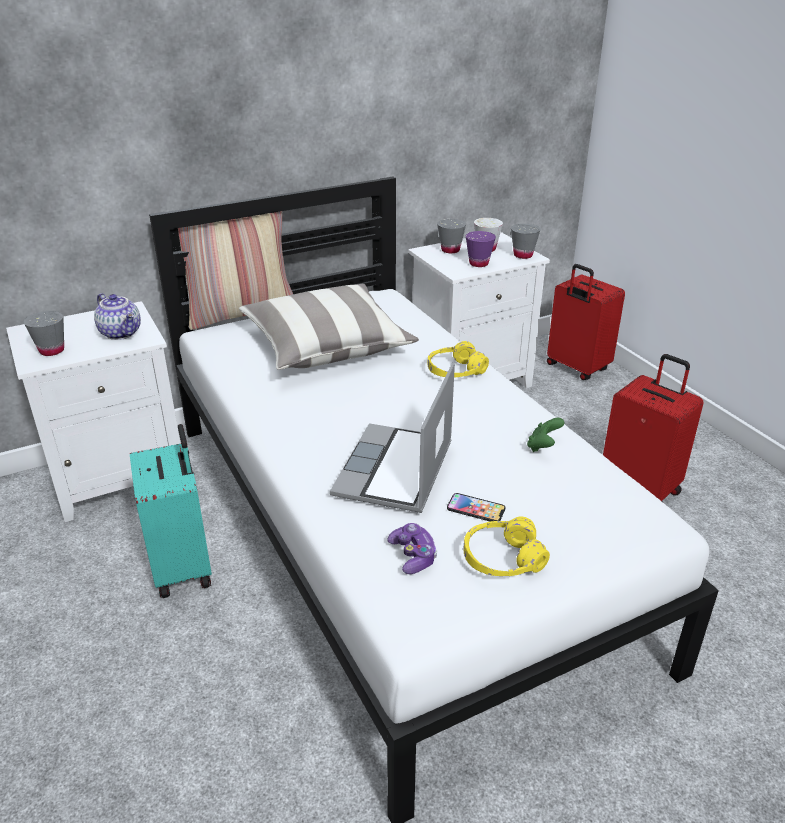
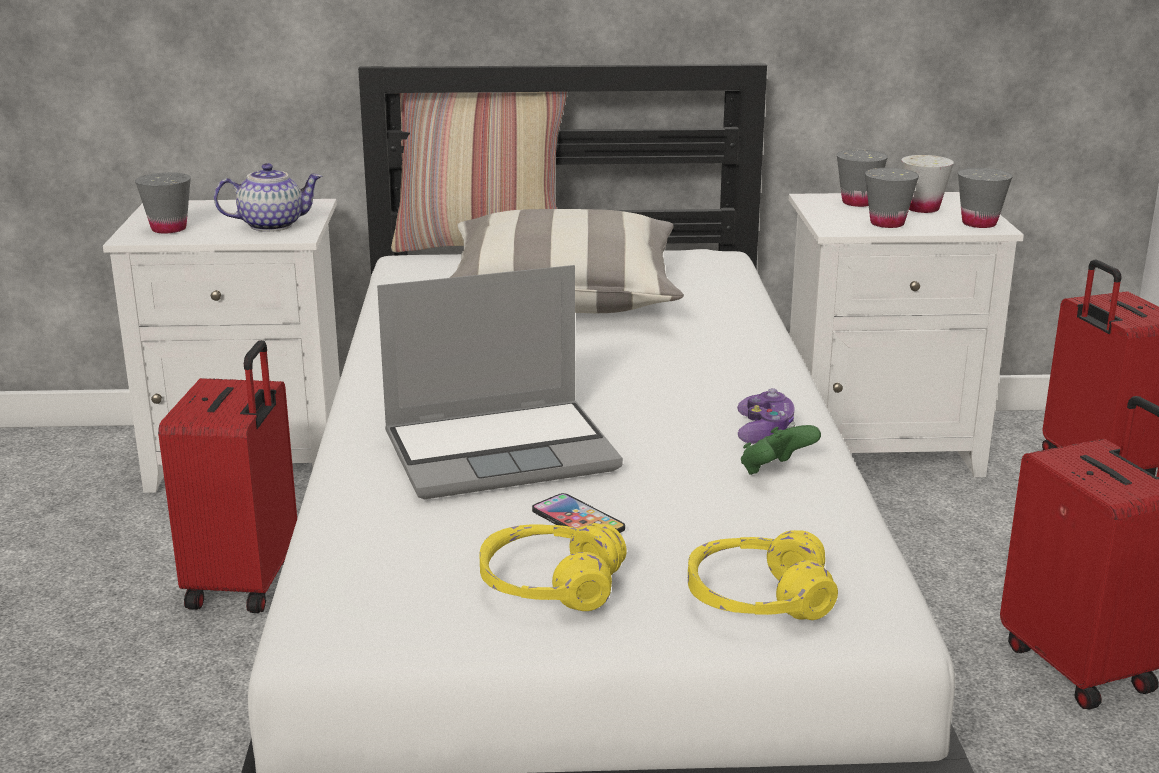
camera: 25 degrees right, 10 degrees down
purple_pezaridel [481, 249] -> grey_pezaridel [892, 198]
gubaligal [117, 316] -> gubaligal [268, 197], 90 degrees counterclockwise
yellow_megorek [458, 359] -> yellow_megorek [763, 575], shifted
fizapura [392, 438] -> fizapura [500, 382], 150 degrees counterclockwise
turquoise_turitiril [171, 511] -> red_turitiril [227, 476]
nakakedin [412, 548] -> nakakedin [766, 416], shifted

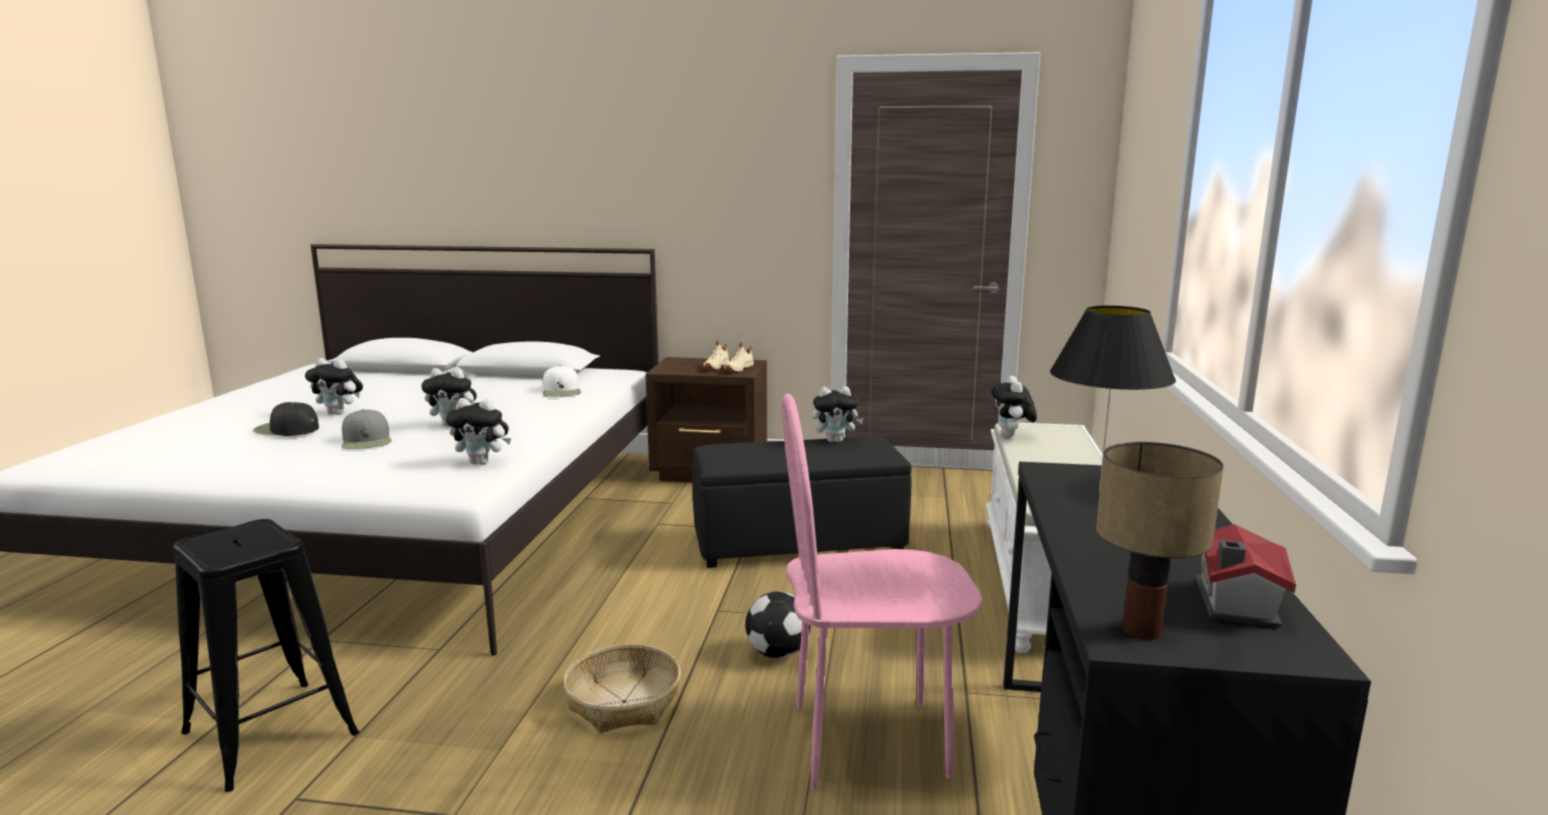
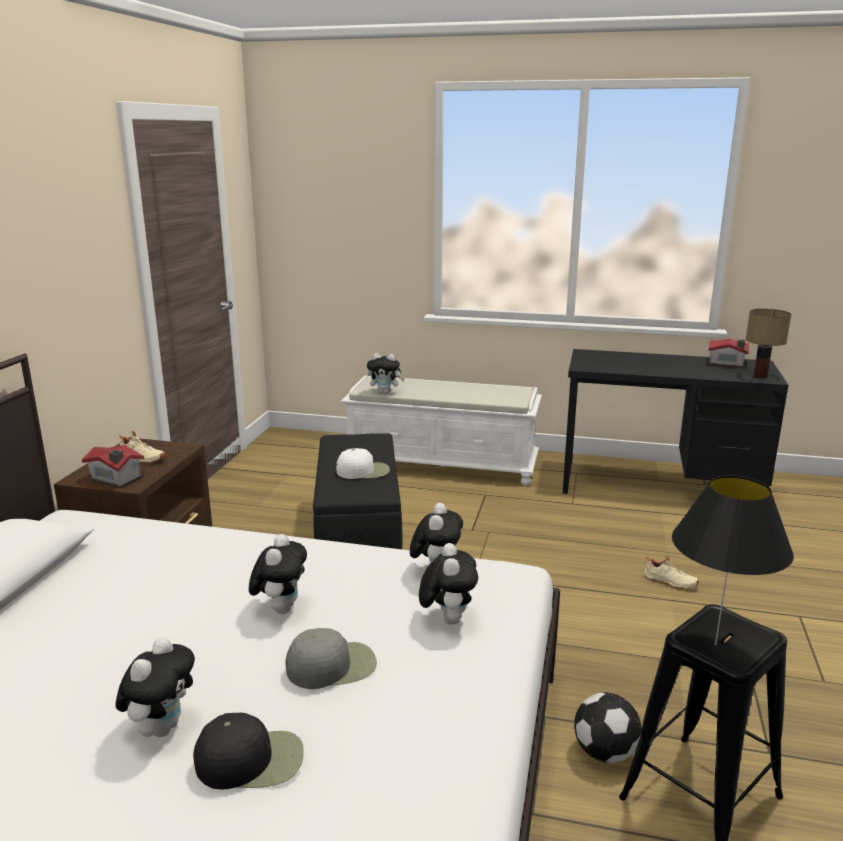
camera: 85 degrees left, 5 degrees up
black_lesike [1113, 398] -> black_lesike [733, 560], shifted
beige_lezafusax [739, 357] -> beige_lezafusax [671, 572], shifted
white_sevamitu [562, 381] -> white_sevamitu [363, 463], shifted
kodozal [837, 414] -> kodozal [448, 584], shifted
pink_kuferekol [882, 592] -> none
black_sevamitu [286, 419] -> black_sevamitu [248, 751], 120 degrees counterclockwise
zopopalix [778, 624] -> zopopalix [607, 727], shifted
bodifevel [622, 688] -> none
none -> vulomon [113, 466]

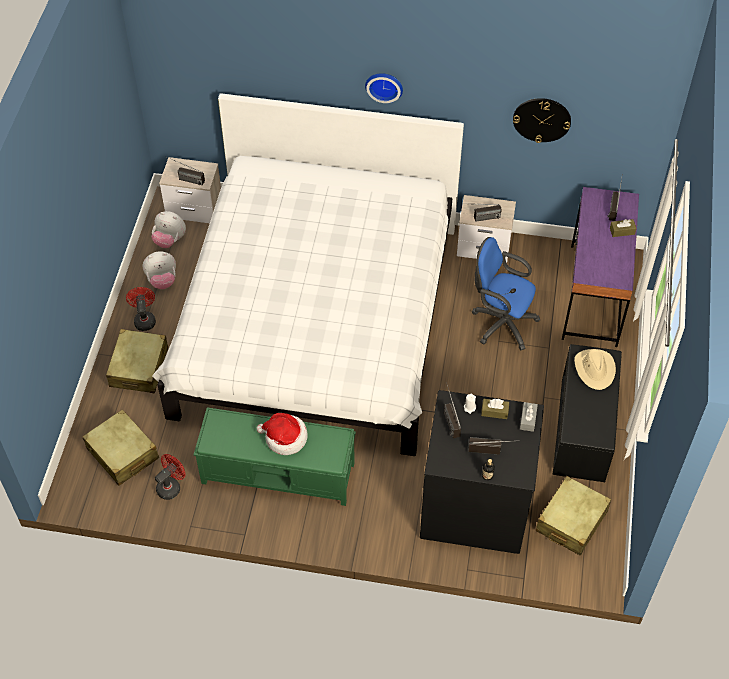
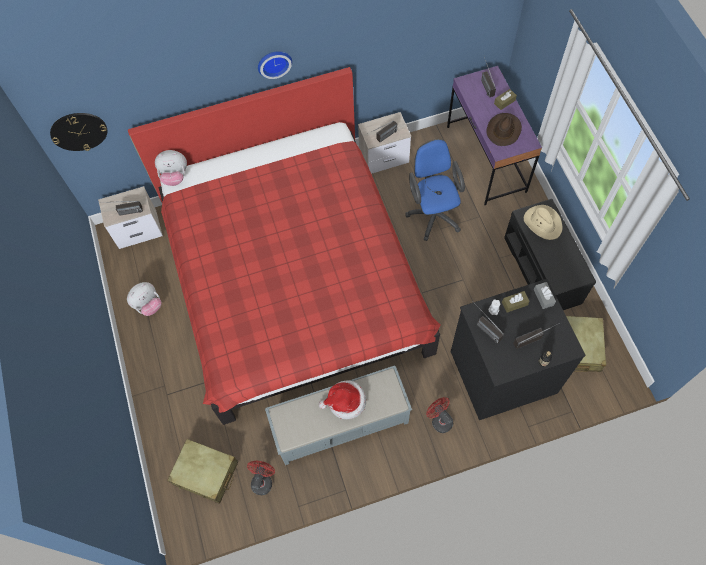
camera: 25 degrees left, 10 degrees up
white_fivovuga [308, 274] -> red_fivovuga [284, 246]
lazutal [542, 120] -> lazutal [78, 132], shifted
kodozal [168, 229] -> kodozal [171, 168], shifted
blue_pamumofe [506, 293] -> blue_pamumofe [435, 190], 75 degrees clockwise
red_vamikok [141, 309] -> red_vamikok [439, 415], shifted
beige_turitiril [137, 361] -> none
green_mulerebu [274, 456] -> grey_mulerebu [338, 415]
none -> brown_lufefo [504, 129]

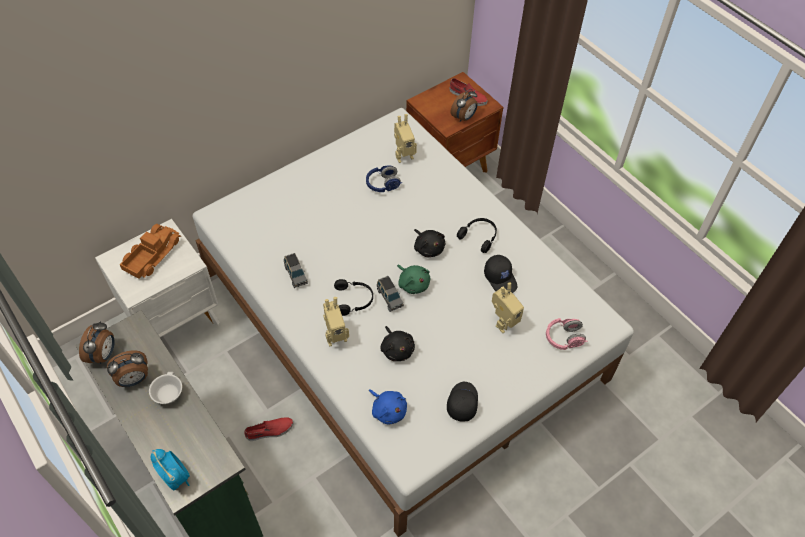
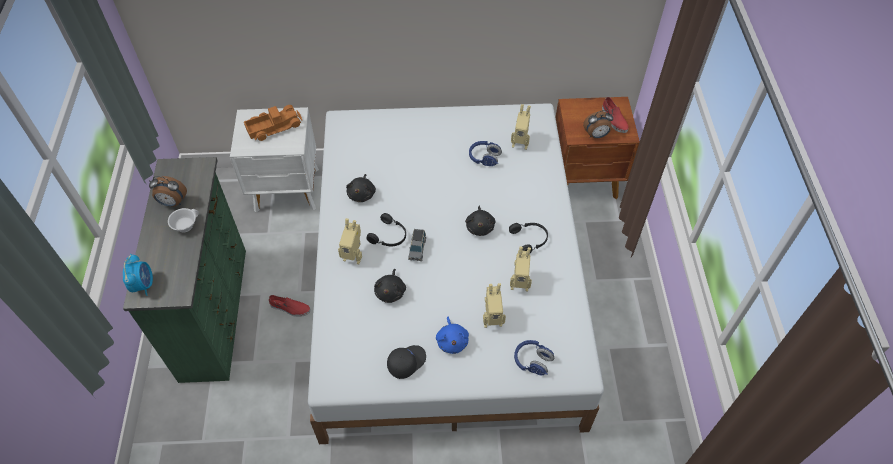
camera: 35 degrees right, 0 degrees up
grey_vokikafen [296, 270] -> black_kodozal [361, 188]
black_sevamitu [500, 274] -> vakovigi [521, 268]
green_kodozal [413, 279] -> none
pink_megorek [567, 334] -> blue_megorek [534, 357]
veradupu [97, 342] -> none
blue_kodozal [388, 407] -> blue_kodozal [452, 335], shifted

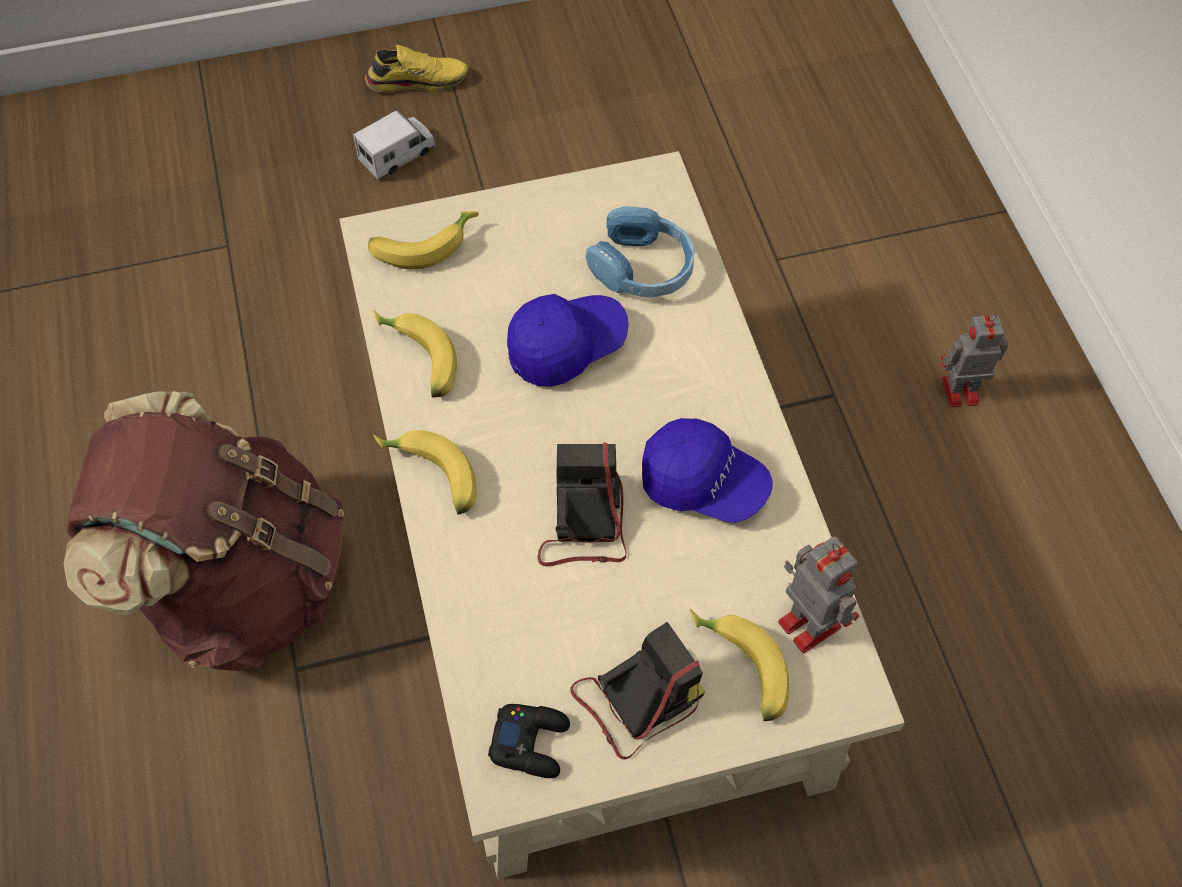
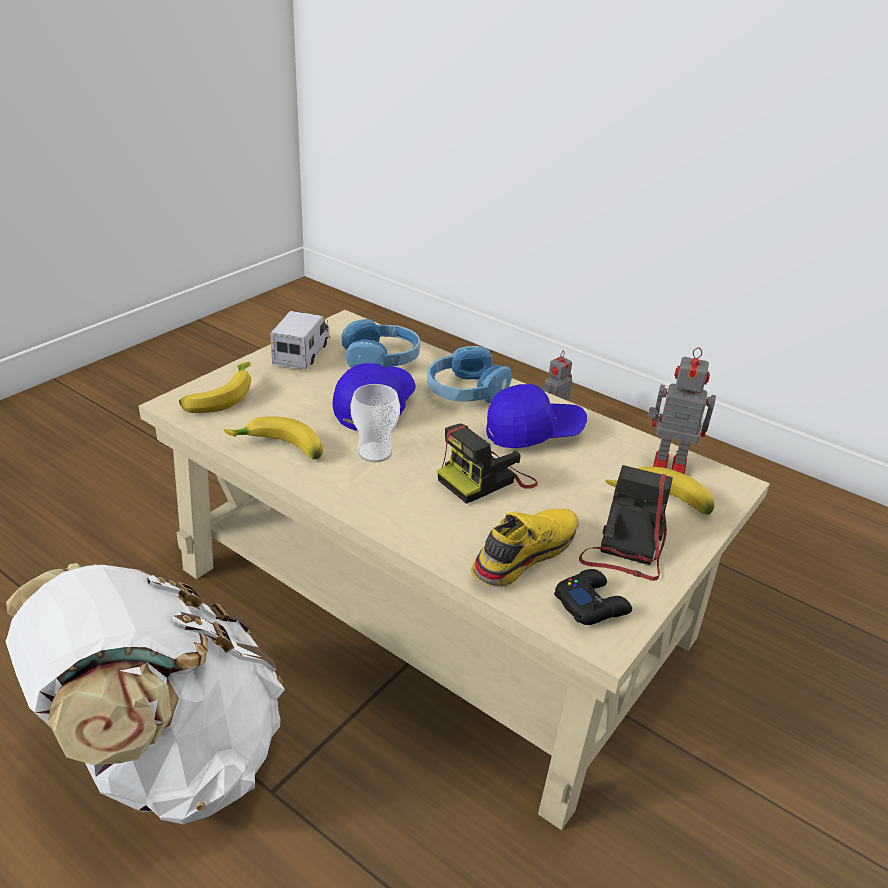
camera: 40 degrees left, 25 degrees down
yellow_lezafusax [416, 68] -> yellow_lezafusax [525, 548], shifted
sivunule [394, 145] -> sivunule [300, 340], shifted
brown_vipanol [204, 531] -> white_vipanol [145, 693]
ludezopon [425, 472] -> none
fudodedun [581, 504] -> fudodedun [487, 464], 90 degrees counterclockwise
none -> blue_megorek [469, 374]
none -> pezaridel [375, 423]

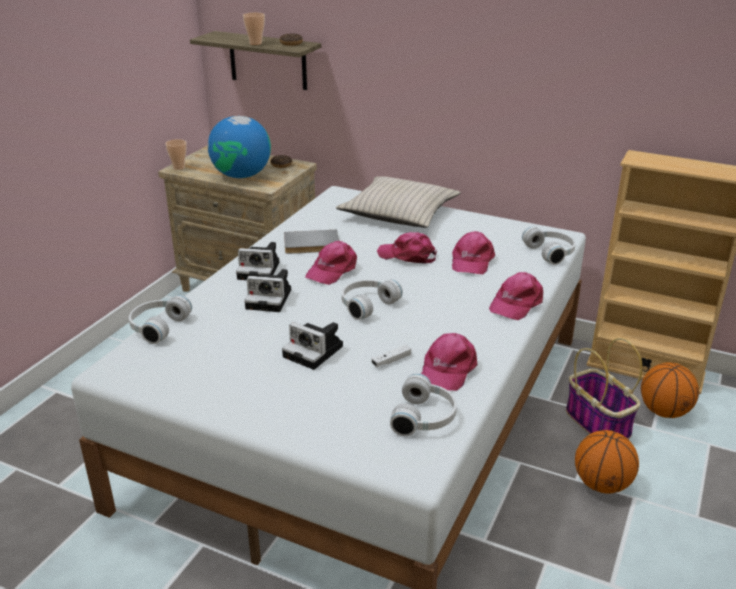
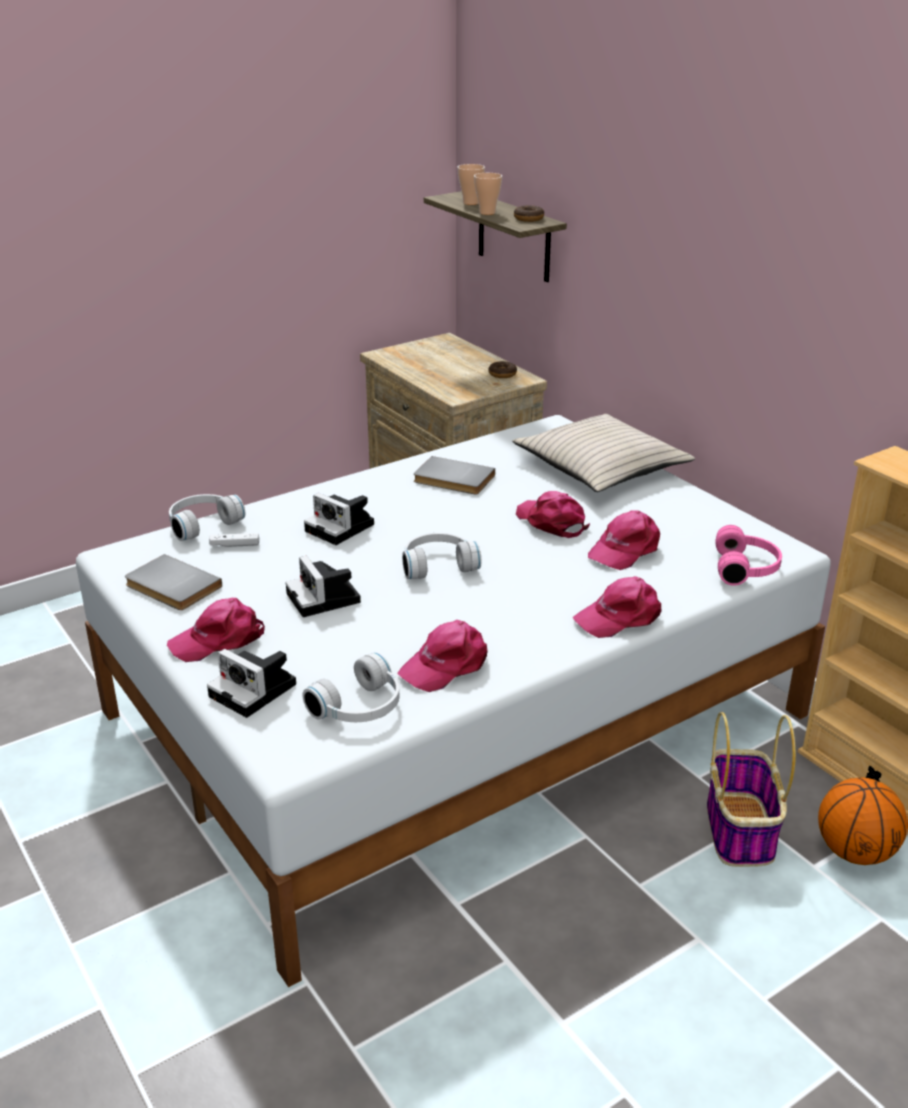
camera: 30 degrees right, 0 degrees up
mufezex [239, 147] -> none
pezaridel [176, 154] -> pezaridel [471, 184], shifted
white_megorek [549, 245] -> pink_megorek [749, 555]
pink_sevamitu [331, 263] -> pink_sevamitu [216, 630], shifted
fudodedun [257, 261] -> fudodedun [251, 683], shifted
white_nakakedin [391, 355] -> white_nakakedin [234, 540], shifted
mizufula [607, 462] -> none
none -> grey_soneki [173, 582]

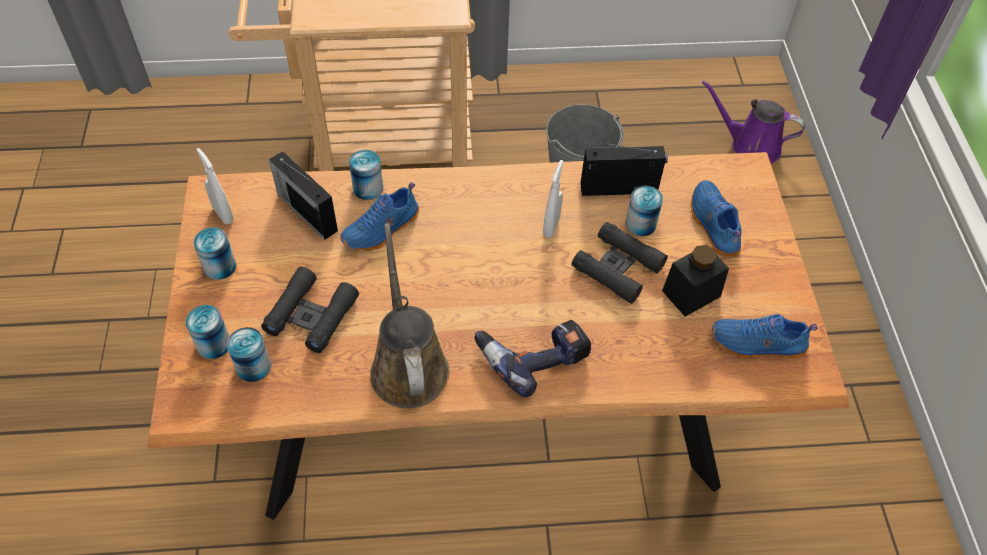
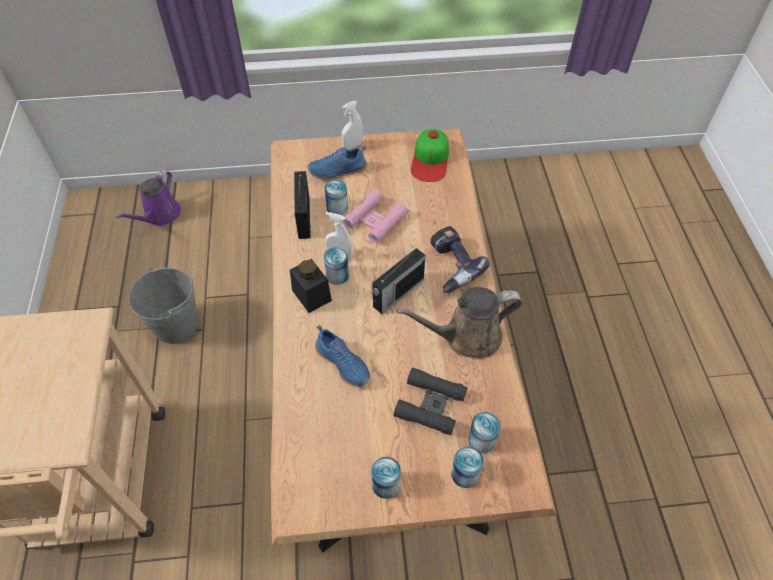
camera: 90 degrees left, 0 degrees up
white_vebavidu [214, 186] -> white_vebavidu [352, 125], shifted
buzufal [366, 175] -> buzufal [336, 266], shifted
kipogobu [303, 195] -> kipogobu [399, 281], shifted
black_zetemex [619, 263] -> pink_zetemex [375, 216]
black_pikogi [695, 281] -> black_pikogi [311, 286], shifted
blue_lezafusax [765, 336] -> sevamitu [430, 155]

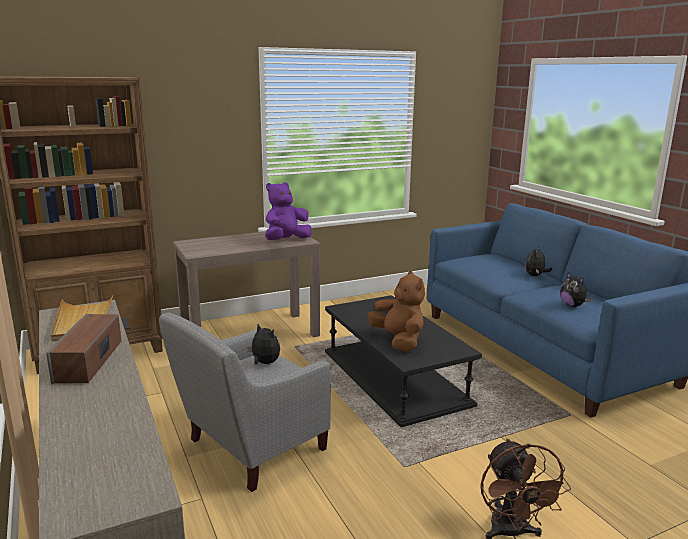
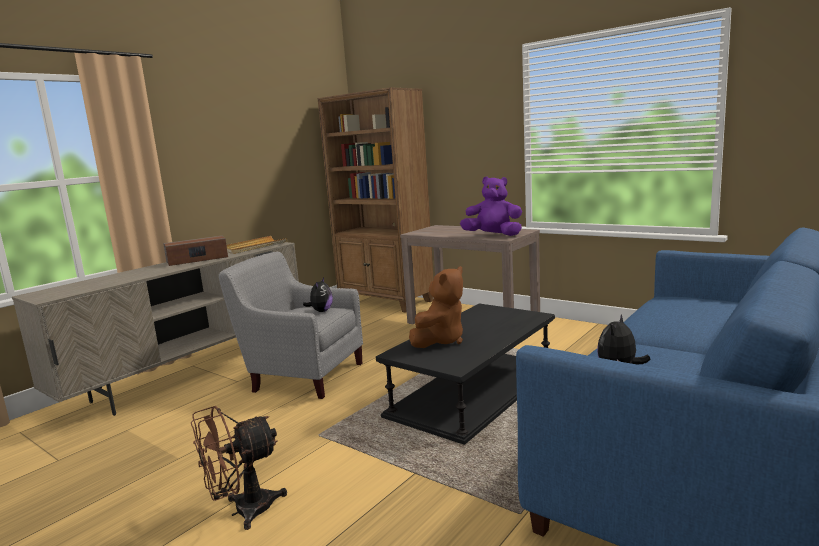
camera: 65 degrees right, 5 degrees down
kodozal [538, 261] -> none

